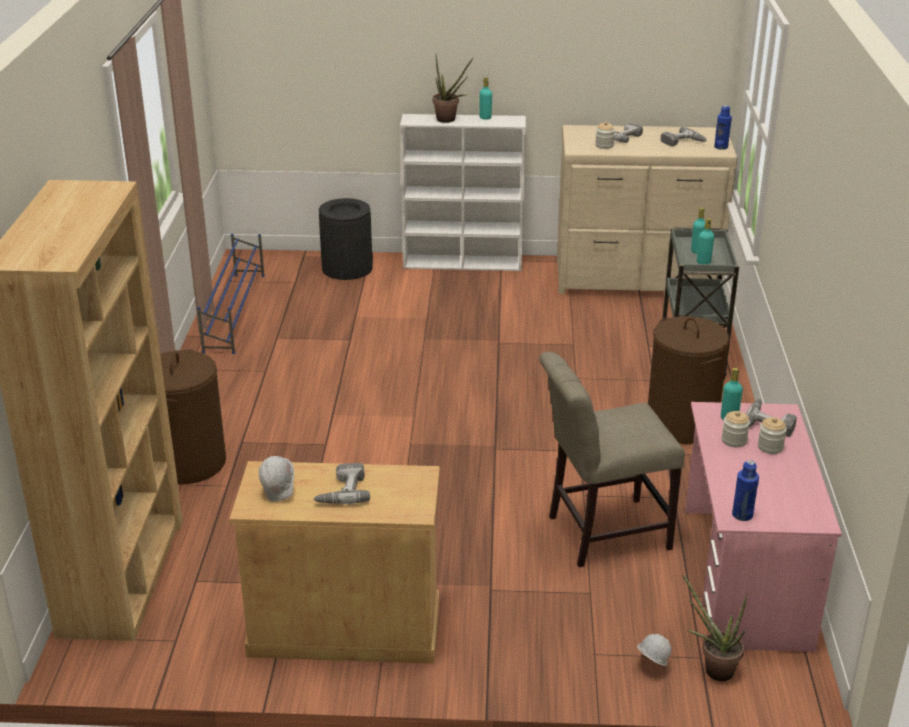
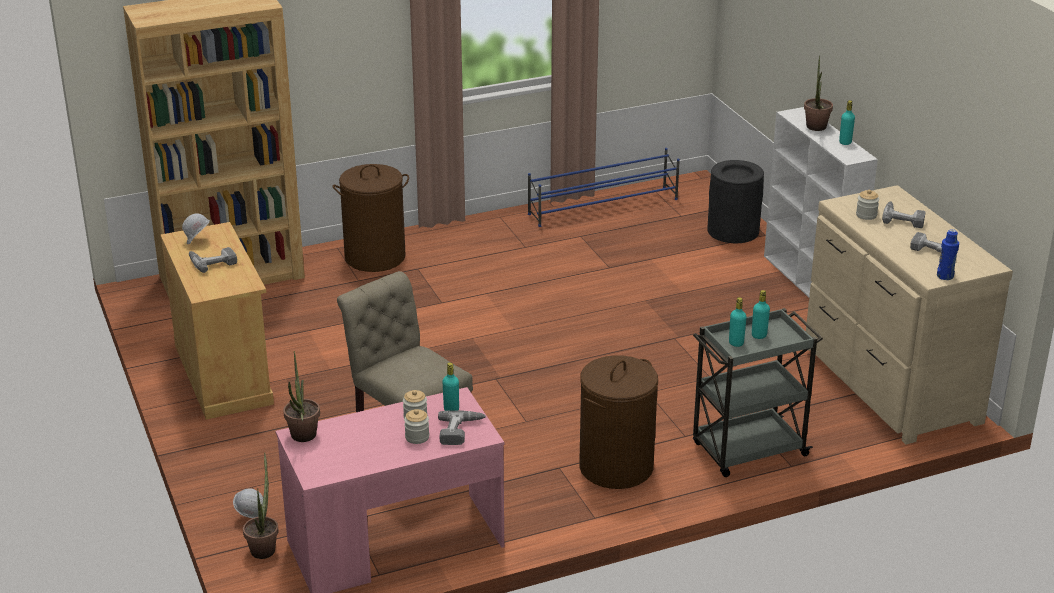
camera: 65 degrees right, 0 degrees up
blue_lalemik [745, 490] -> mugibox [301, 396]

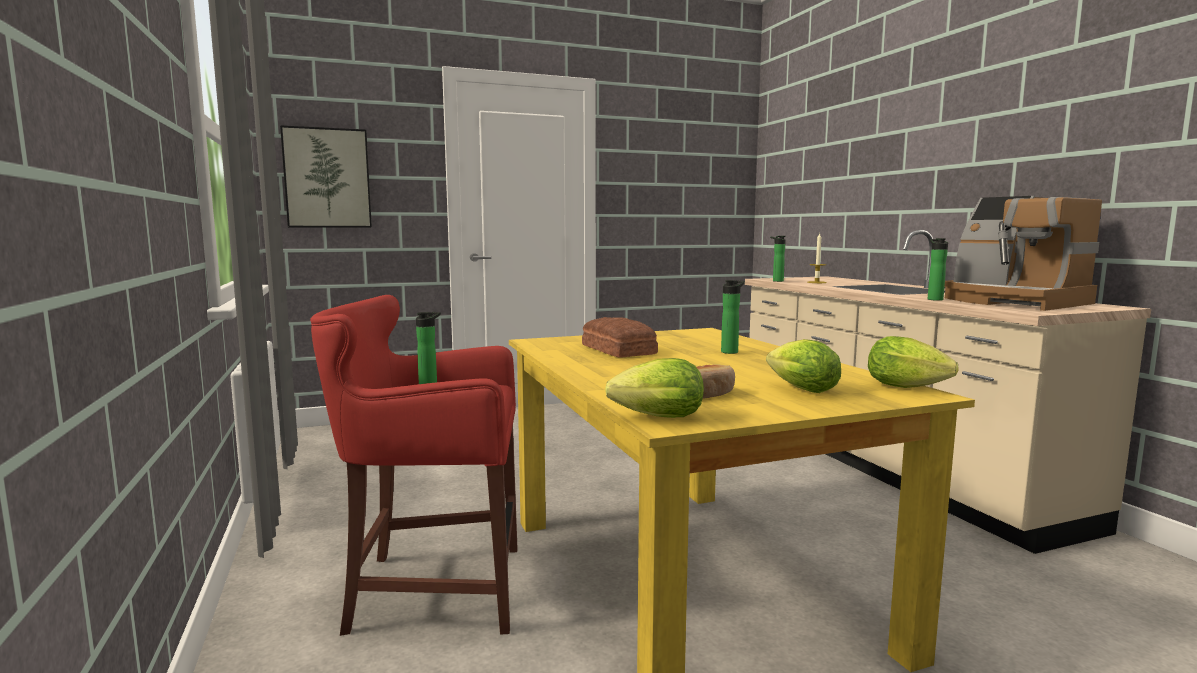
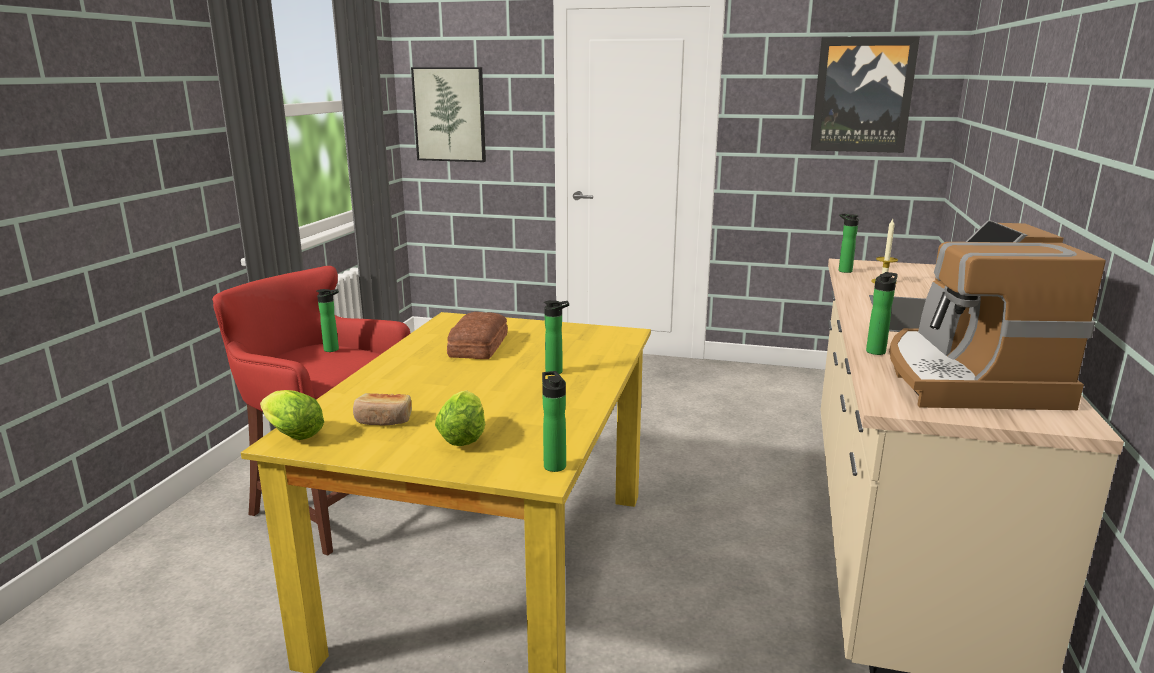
camera: 35 degrees right, 10 degrees up
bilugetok [913, 362] -> lalemik [554, 421]
none -> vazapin [865, 94]

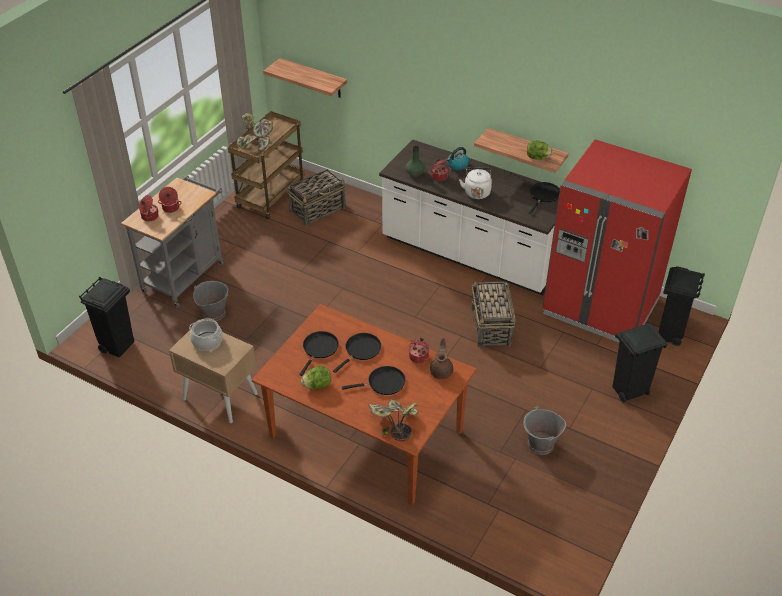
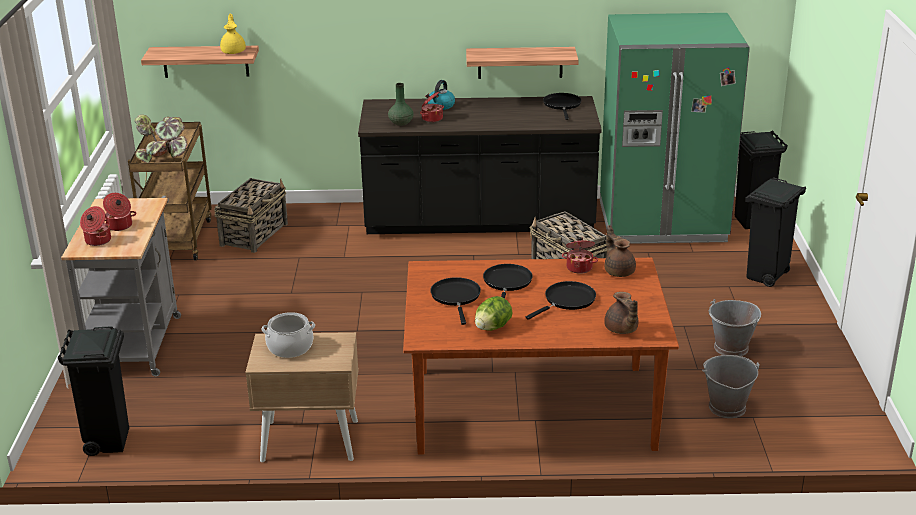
camera: 30 degrees left, 15 degrees down
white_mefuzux [469, 217] -> black_mefuzux [480, 165]
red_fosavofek [617, 241] -> green_fosavofek [675, 128]
bilugetok [540, 150] -> none
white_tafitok [475, 183] -> none
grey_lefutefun [210, 301] -> grey_lefutefun [731, 386], shifted
mugibox [393, 420] -> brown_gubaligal [621, 313]
none -> yellow_gubaligal [233, 34]

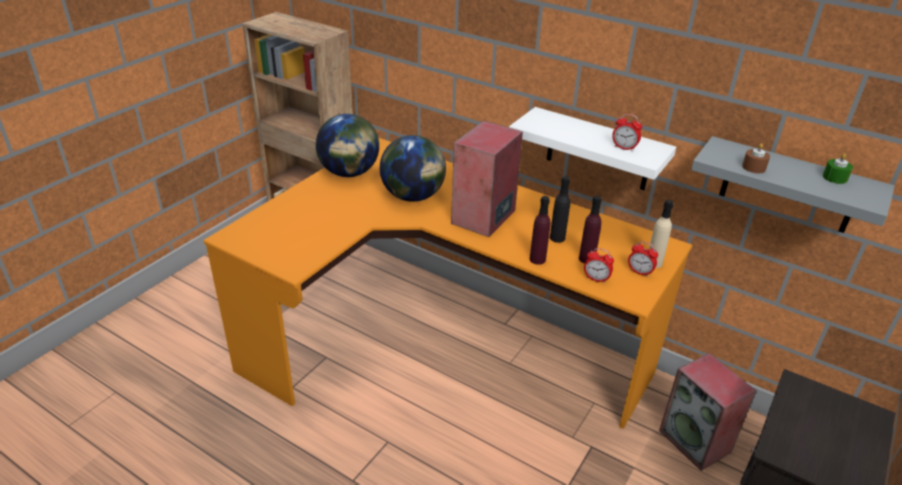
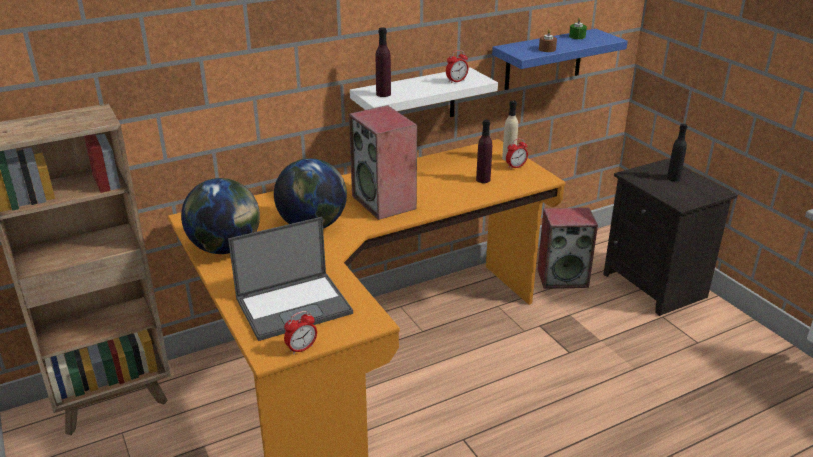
camera: 60 degrees left, 5 degrees down
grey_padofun [793, 184] -> blue_padofun [560, 59]
black_lalemik [560, 209] -> black_lalemik [677, 152], shifted
purple_lalemik [540, 230] -> purple_lalemik [383, 62], shifted
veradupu [599, 265] -> veradupu [300, 333], shifted
none -> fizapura [290, 279]

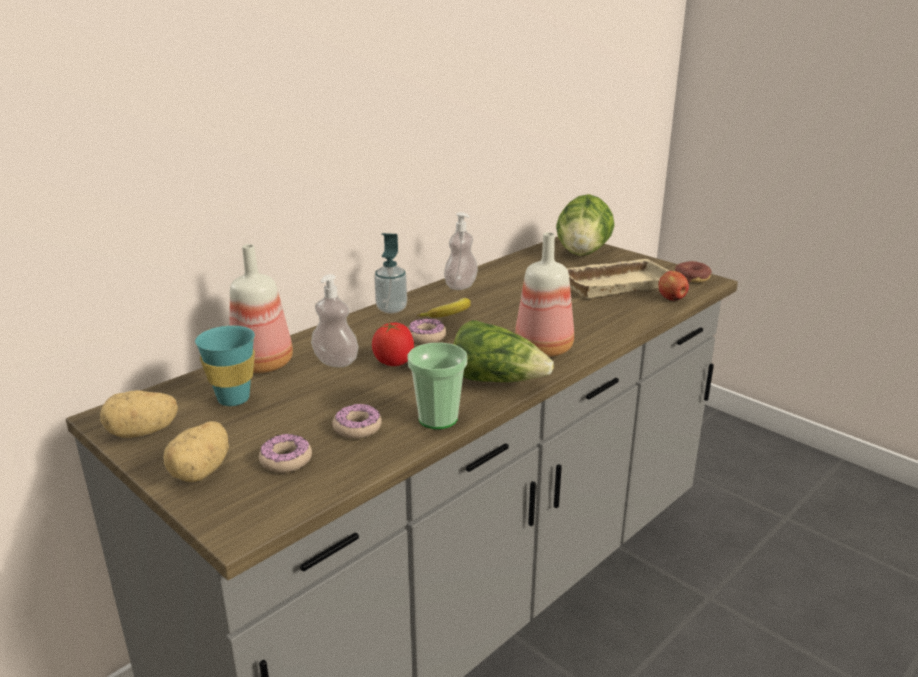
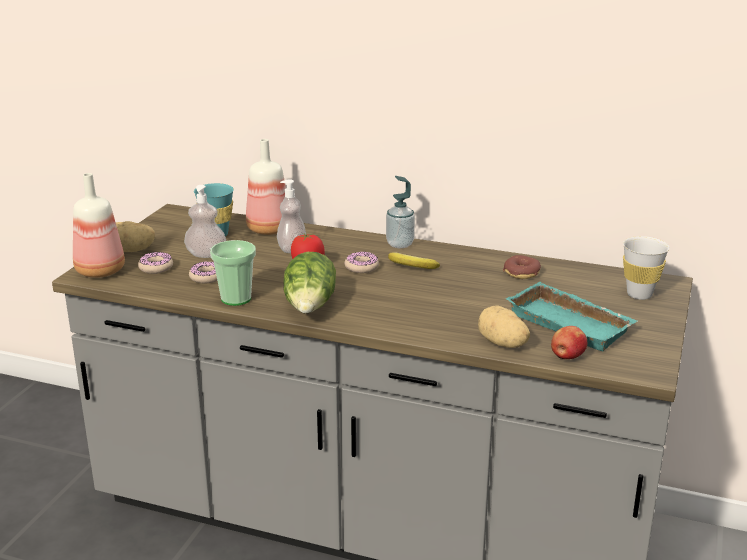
camera: 65 degrees right, 0 degrees up
bilugetok [585, 225] -> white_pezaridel [646, 268]
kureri [461, 251] -> kureri [205, 221], shifted
lalemik [544, 294] -> lalemik [99, 225], shifted
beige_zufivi [618, 278] -> turquoise_zufivi [572, 316]
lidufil [693, 271] -> lidufil [522, 267], shifted
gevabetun [139, 414] -> gevabetun [504, 326], shifted

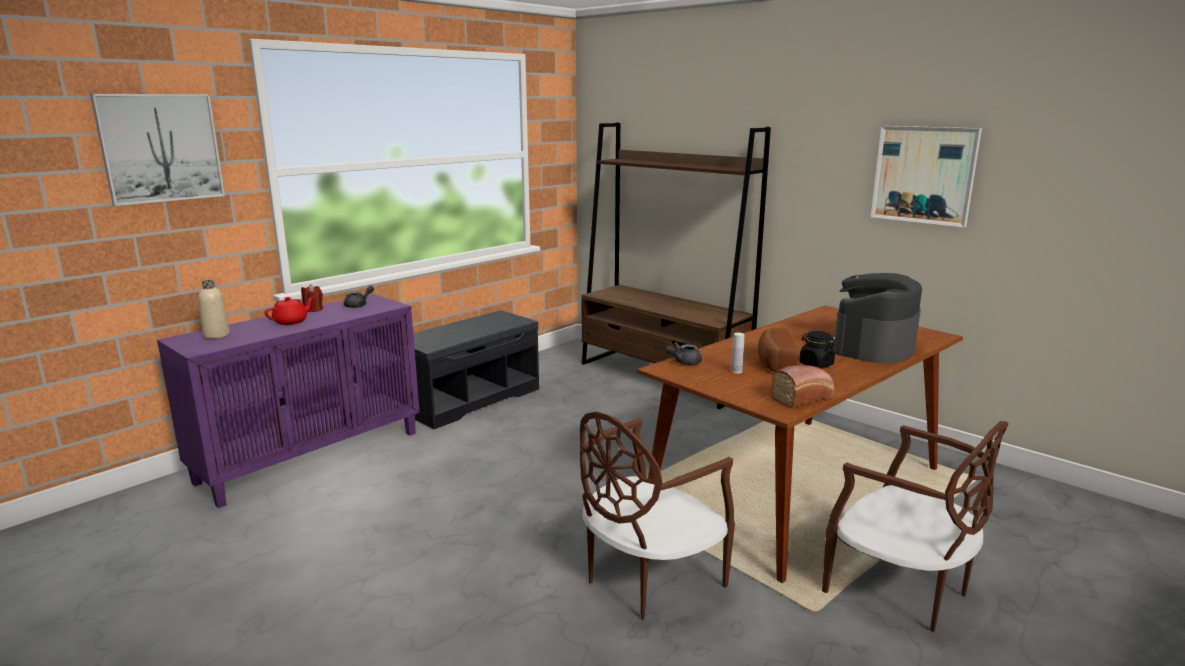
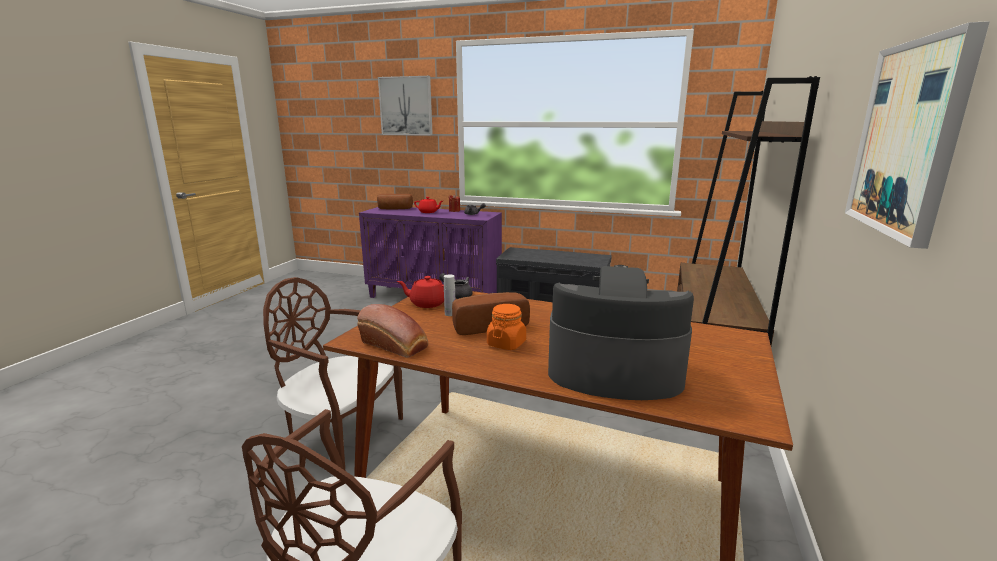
camera: 65 degrees right, 0 degrees up
beige_lalemik [214, 309] -> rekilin [395, 201]
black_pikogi [817, 349] -> orange_pikogi [506, 327]
none -> red_gubaligal [420, 292]

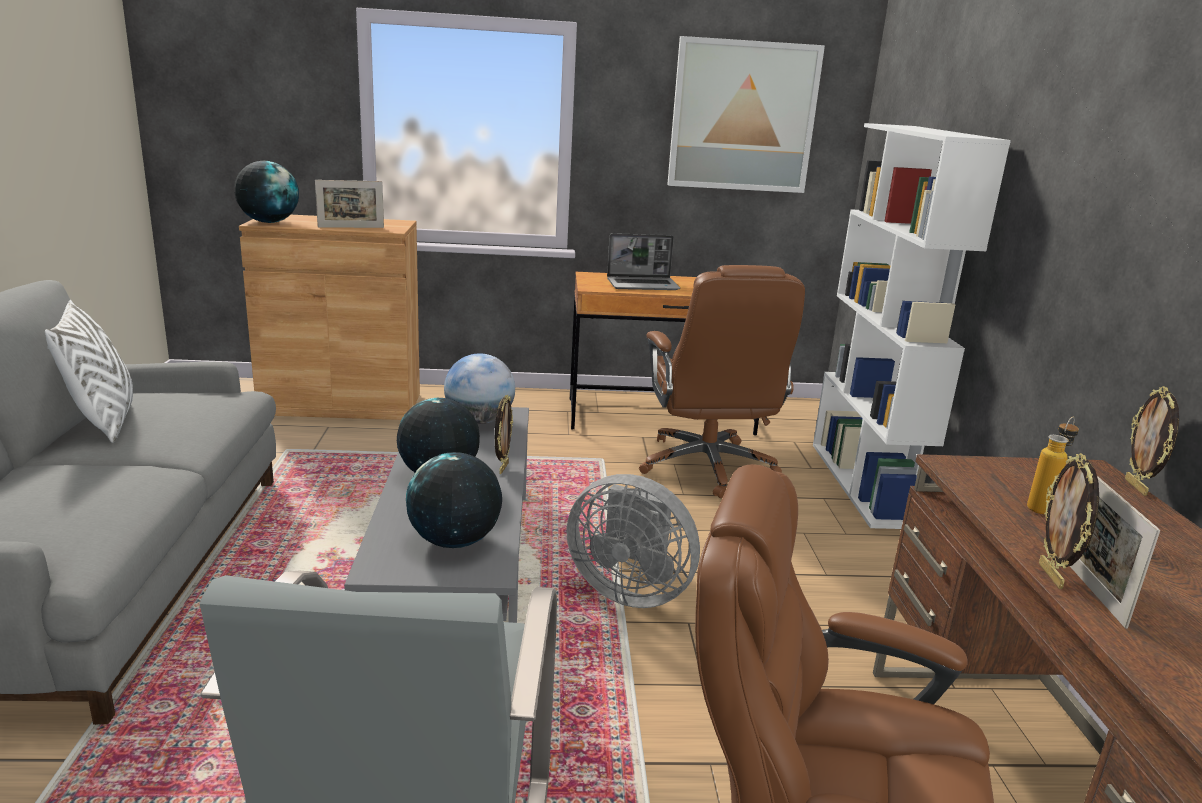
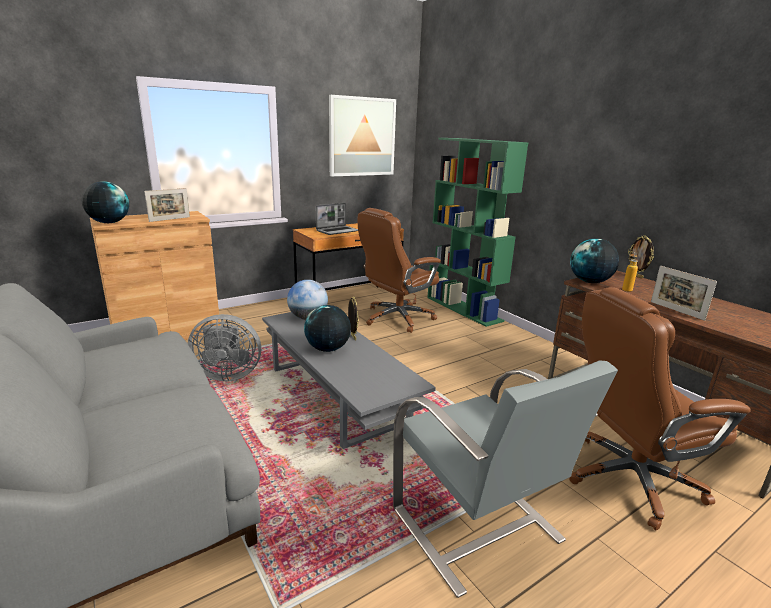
camera: 30 degrees left, 0 degrees up
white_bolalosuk [912, 326] -> green_bolalosuk [477, 232]
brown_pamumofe [722, 381] -> brown_pamumofe [399, 270], 90 degrees clockwise
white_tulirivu [89, 371] -> none
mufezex [454, 500] -> mufezex [594, 260], shifted
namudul [1069, 521] -> none
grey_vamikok [633, 541] -> grey_vamikok [224, 347], shifted

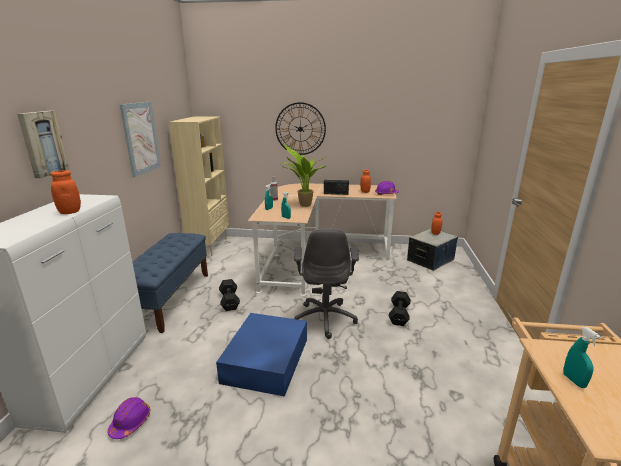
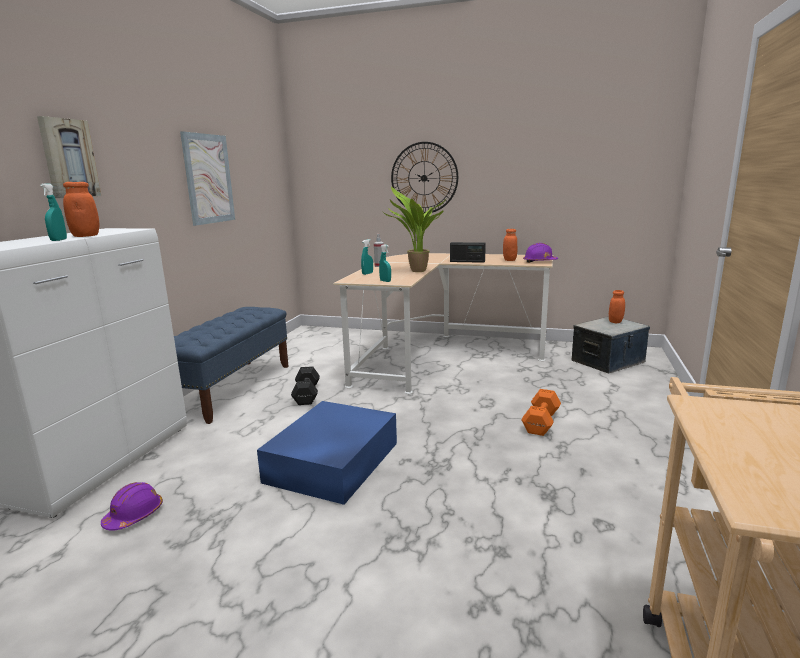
camera: 10 degrees right, 5 degrees down
beige_bolalosuk [198, 186] -> none
grey_pamumofe [326, 284] -> none
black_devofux [400, 308] -> orange_devofux [541, 412]
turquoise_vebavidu [582, 357] -> turquoise_vebavidu [53, 212], shifted

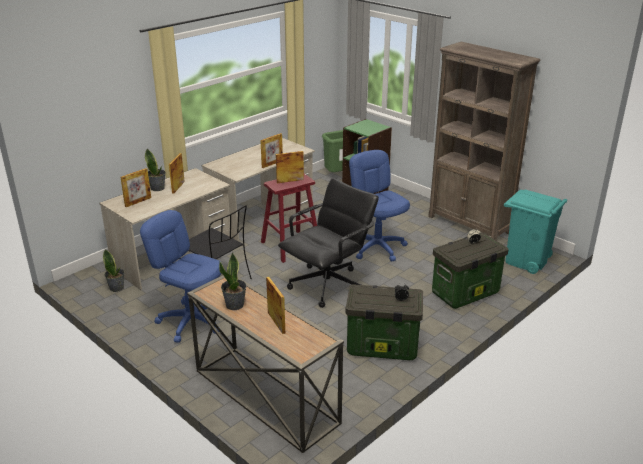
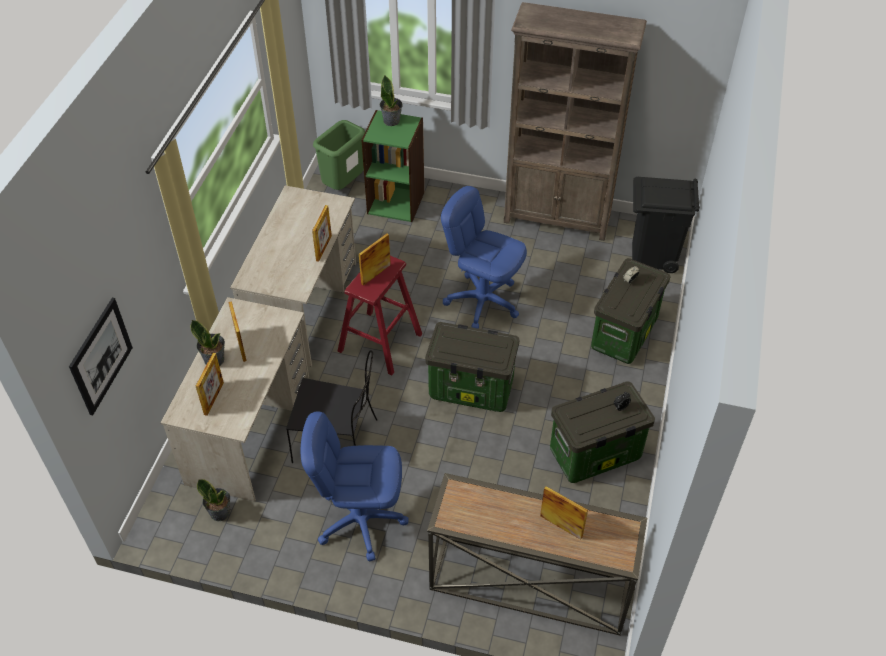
camera: 30 degrees left, 20 degrees up
black_pamumofe [328, 243] -> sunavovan [472, 367]
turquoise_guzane [535, 232] -> black_guzane [666, 225]
mugibox [233, 281] -> mugibox [391, 100], shifted
none -> vazapin [101, 357]

